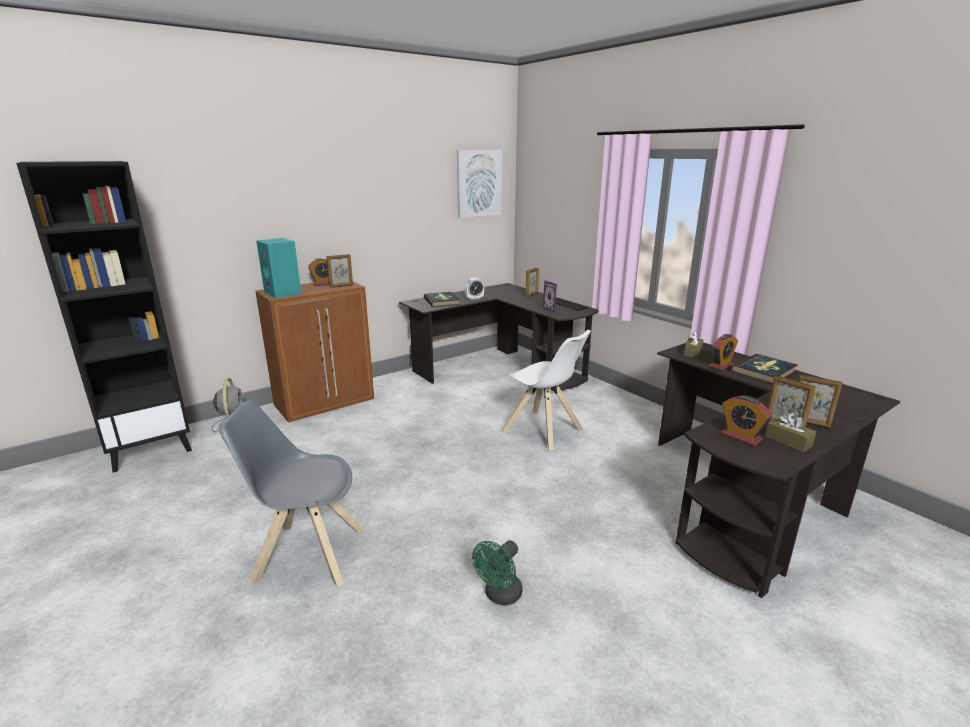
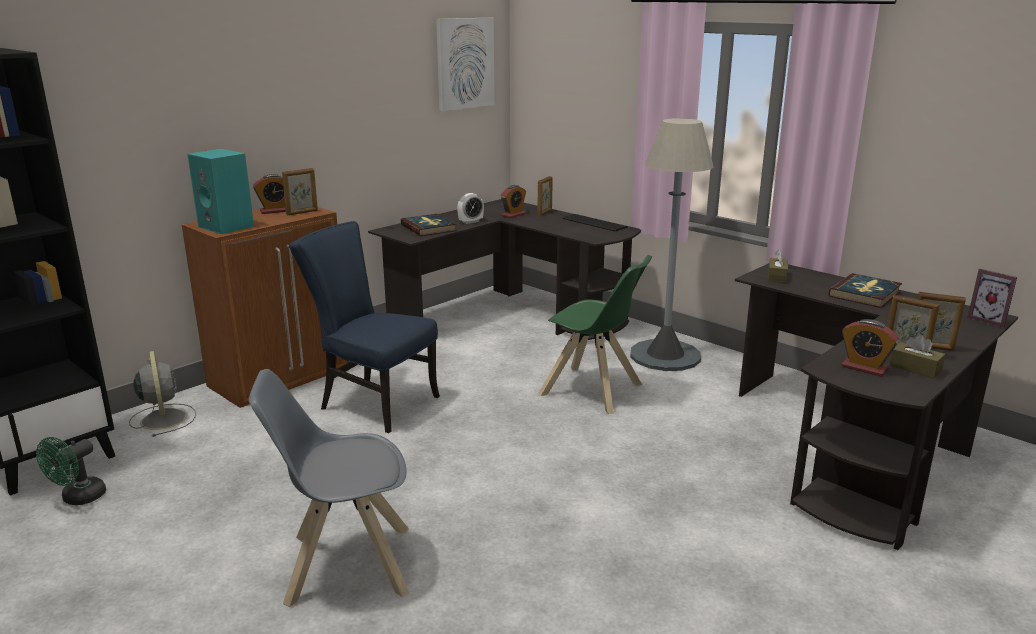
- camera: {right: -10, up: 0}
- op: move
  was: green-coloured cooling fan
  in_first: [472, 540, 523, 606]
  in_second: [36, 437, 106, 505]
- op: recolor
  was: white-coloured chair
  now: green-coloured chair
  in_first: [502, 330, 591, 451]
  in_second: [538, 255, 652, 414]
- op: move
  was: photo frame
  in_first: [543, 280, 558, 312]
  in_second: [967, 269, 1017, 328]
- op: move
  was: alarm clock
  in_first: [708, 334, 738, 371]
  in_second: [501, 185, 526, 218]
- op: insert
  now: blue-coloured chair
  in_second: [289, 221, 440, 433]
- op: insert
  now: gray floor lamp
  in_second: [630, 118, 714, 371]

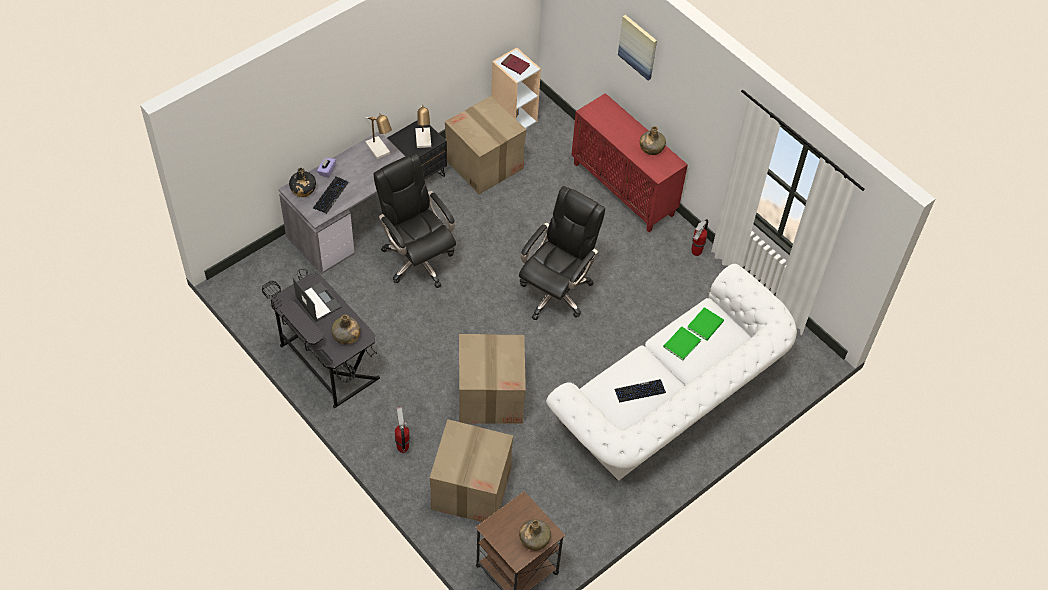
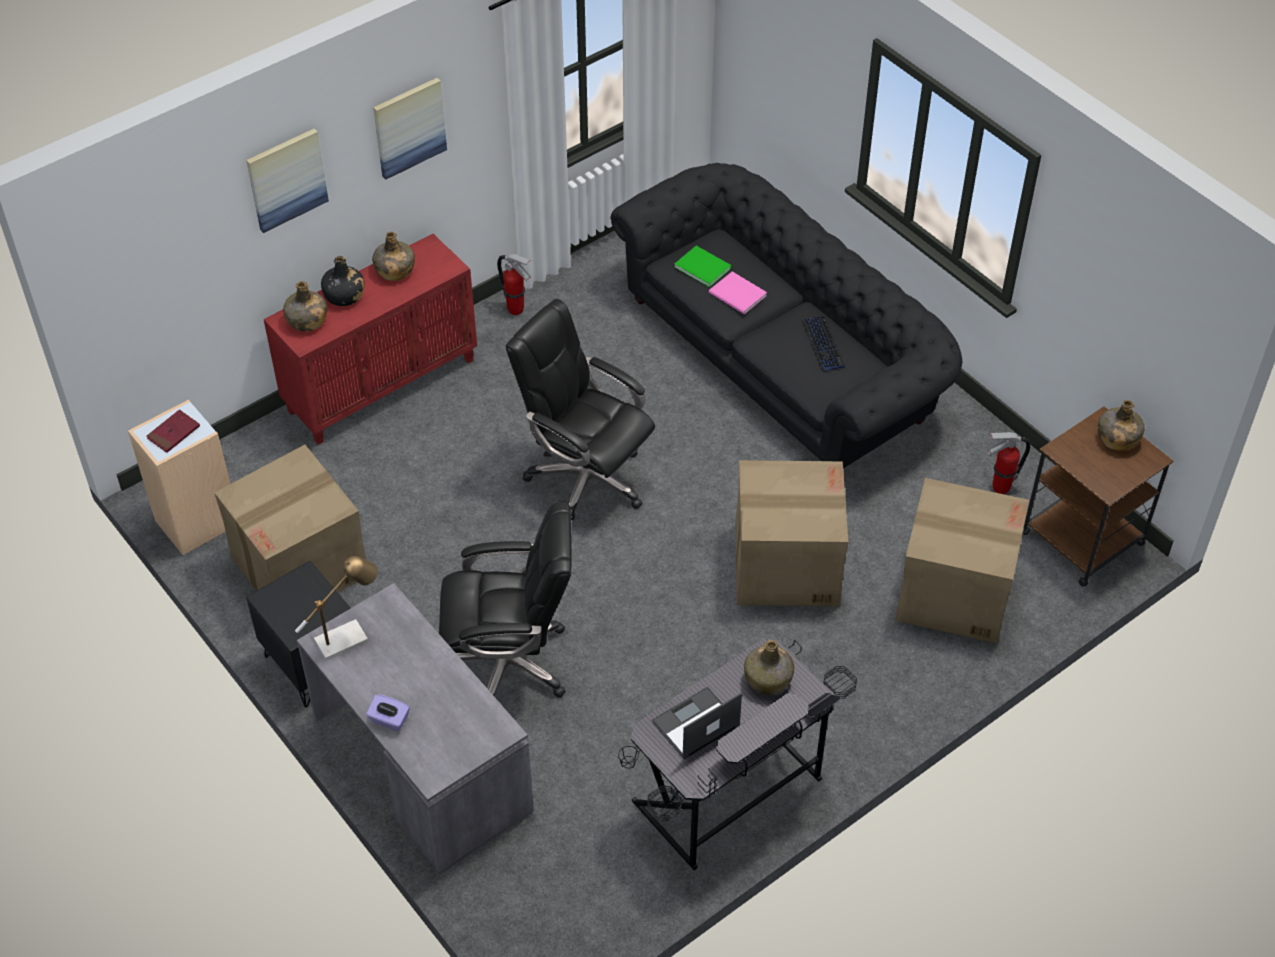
- camera: {right: -85, up: -5}
- op: move
  was: blackish beverage bottle
  in_first: [289, 168, 316, 197]
  in_second: [321, 256, 365, 306]
- op: delete
  was: computer keyboard
  in_first: [313, 176, 349, 214]
- op: rotate
  was: blackish desk chair
  in_first: [373, 153, 456, 288]
  in_second: [439, 502, 572, 698]
  clockwise: -150
- op: move
  was: fire-fighting cylinder
  in_first: [395, 407, 410, 453]
  in_second: [988, 432, 1030, 494]
- op: delete
  was: lamp for a table
  in_first: [415, 105, 431, 148]
- op: recolor
  was: white-coloured couch
  now: blackish couch
  in_first: [546, 264, 797, 480]
  in_second: [610, 163, 962, 468]
- op: recolor
  was: green-coloured volume
  now: pink volume
  in_first: [663, 327, 701, 361]
  in_second: [709, 271, 767, 314]
- op: insert
  now: green-coloured beverage bottle
  in_second: [283, 281, 327, 332]
- op: insert
  now: wall picture
  in_second: [373, 78, 447, 179]

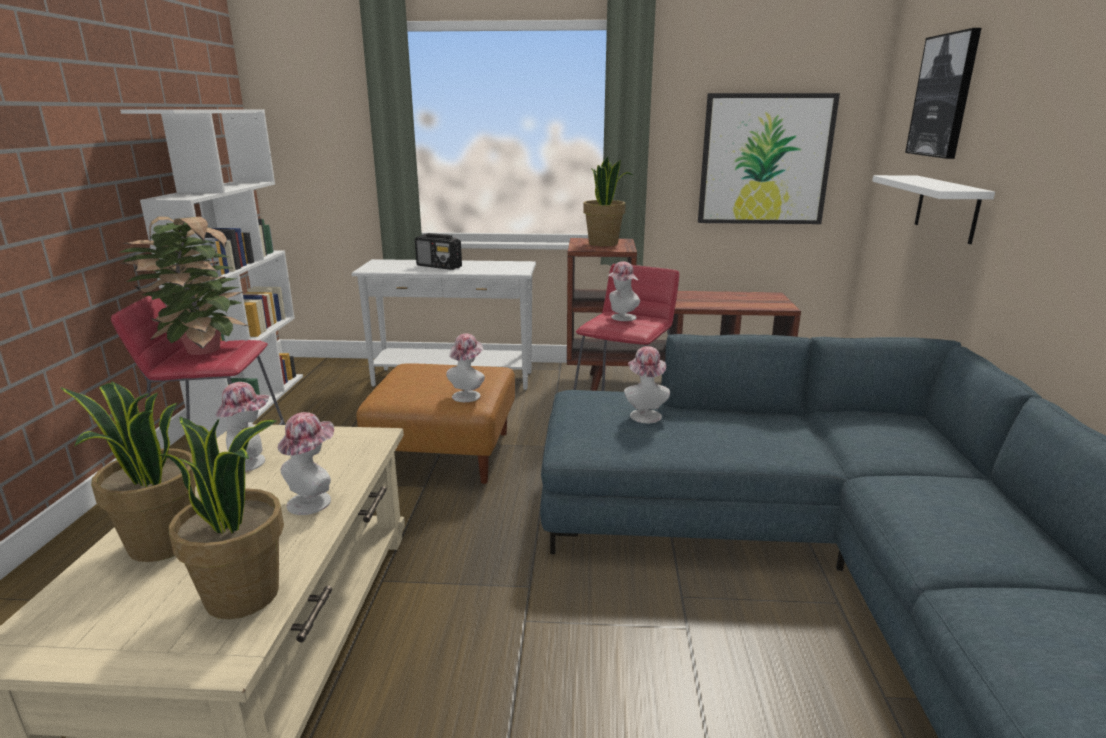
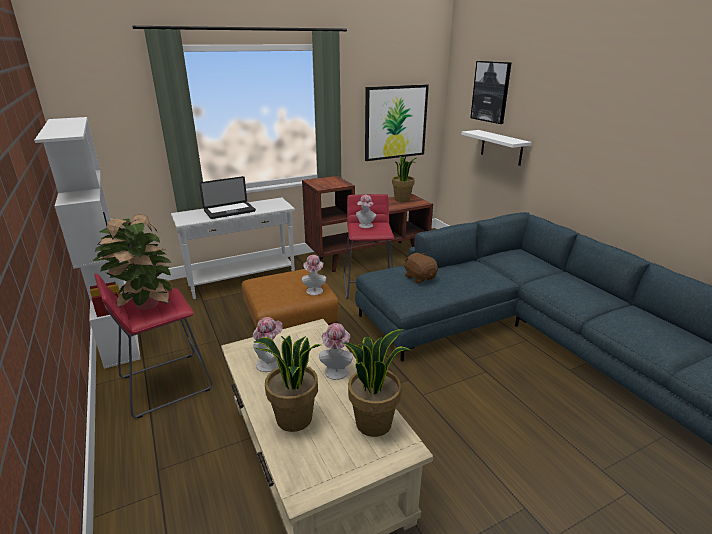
- camera: {right: -30, up: 5}
- op: replace
  was: radio set
  now: laptop
  in_first: [415, 233, 462, 270]
  in_second: [199, 176, 256, 219]
- op: move
  was: potted plant
  in_first: [583, 157, 632, 246]
  in_second: [392, 156, 417, 202]
- op: replace
  was: wearable hat
  now: brownish plush toy
  in_first: [624, 346, 670, 423]
  in_second: [404, 253, 438, 283]

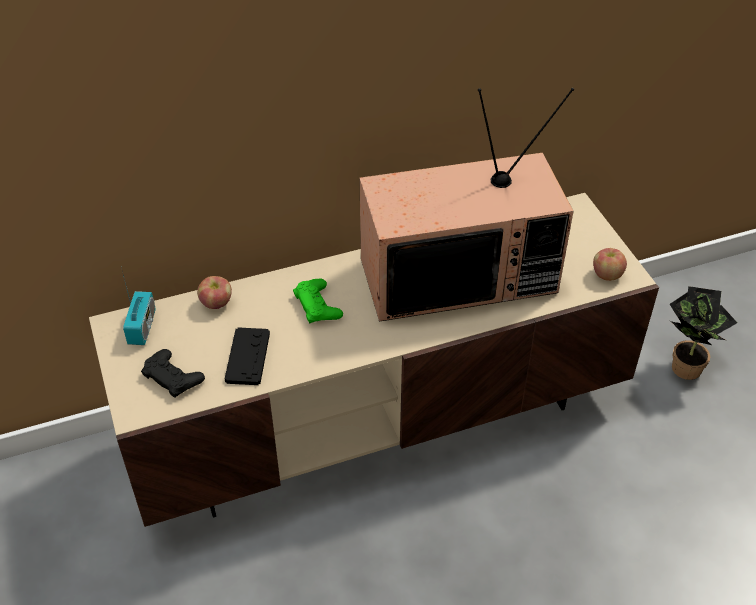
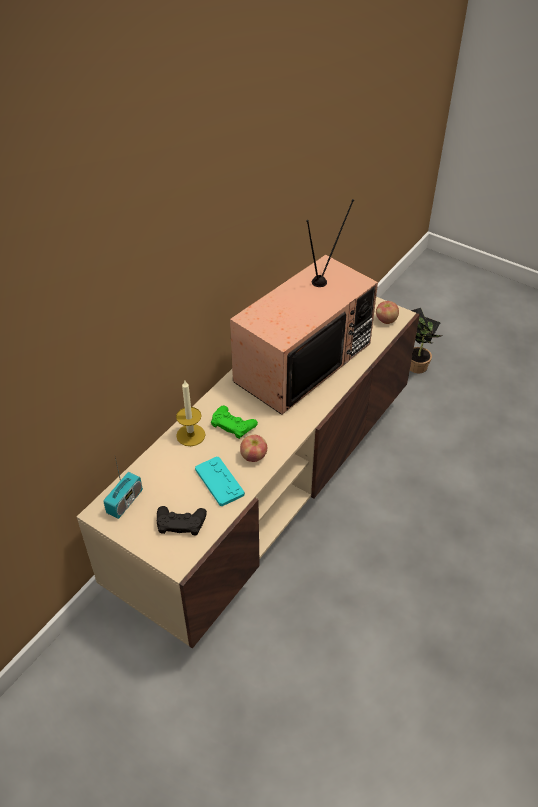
- camera: {right: -35, up: 0}
- op: rotate
  was: radio set
  in_first: [122, 271, 156, 345]
  in_second: [103, 453, 143, 519]
  clockwise: 60
- op: move
  was: apple
  in_first: [197, 276, 232, 309]
  in_second: [240, 435, 267, 462]
- op: recolor
  was: blackish game controller
  now: turquoise game controller
  in_first: [225, 327, 270, 385]
  in_second: [195, 456, 245, 506]
- op: insert
  now: wax light
  in_second: [176, 381, 205, 446]

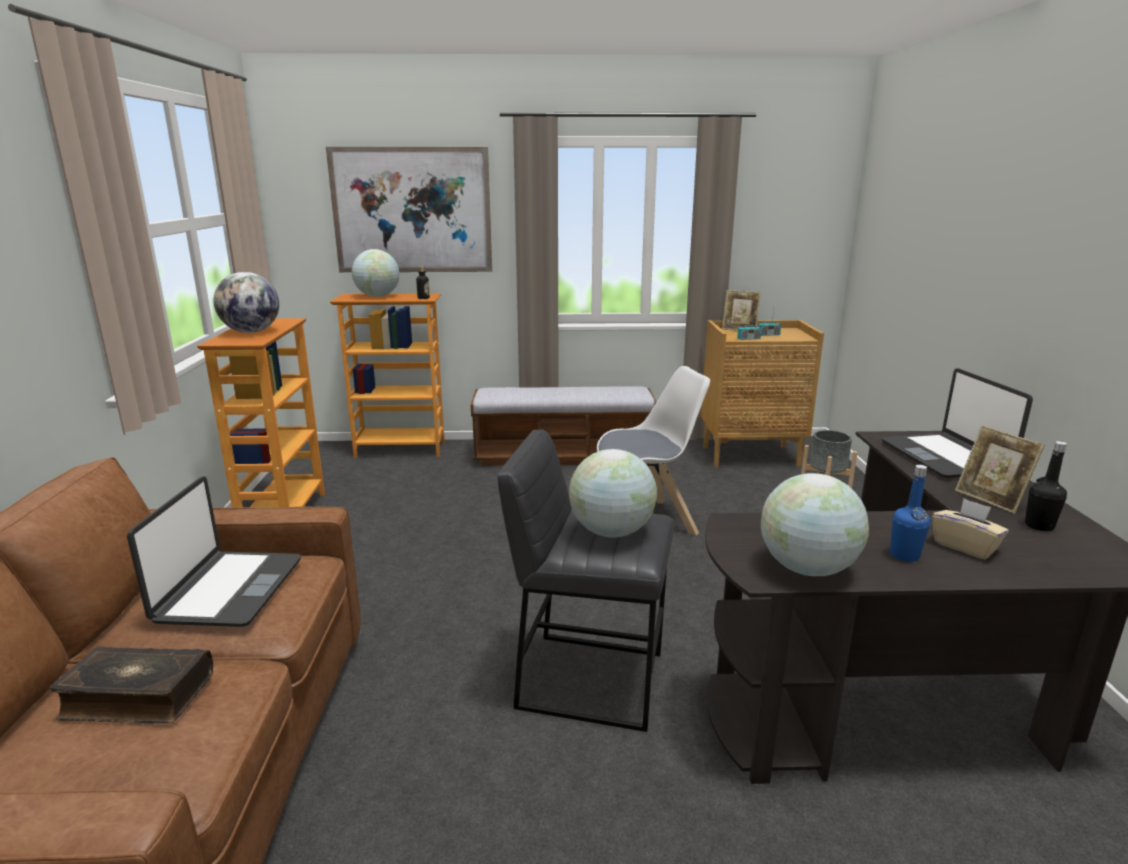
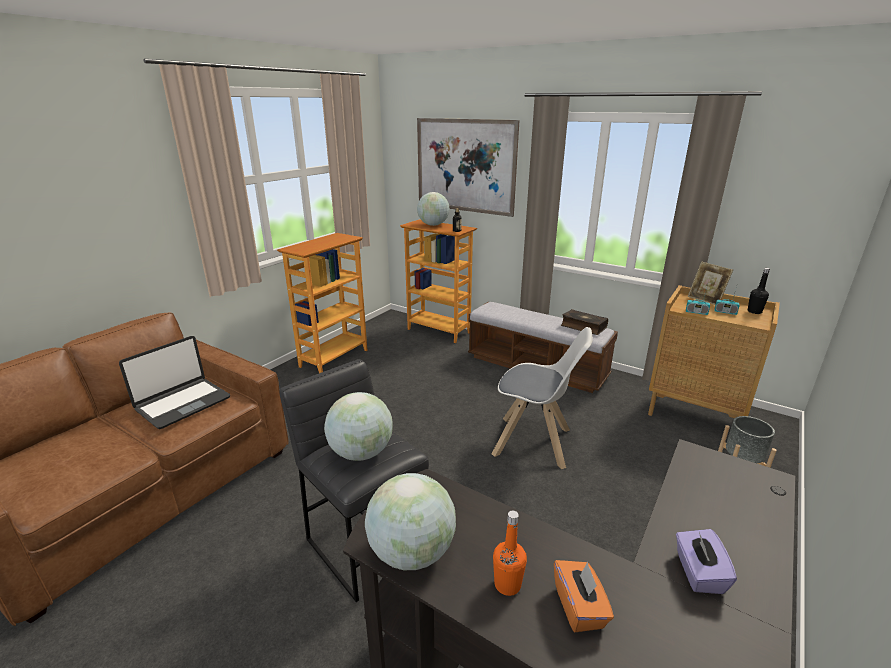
- camera: {right: 35, up: 5}
- op: move
  was: volume
  in_first: [50, 646, 213, 723]
  in_second: [561, 309, 608, 335]
- op: delete
  was: world globe
  in_first: [214, 272, 279, 333]
- op: delete
  was: laptop
  in_first: [882, 368, 1033, 478]
- op: recolor
  was: blue-coloured beverage bottle
  now: orangey beverage bottle
  in_first: [890, 465, 930, 562]
  in_second: [493, 511, 527, 596]
- op: recolor
  was: beige-coloured tissue box
  now: orangey tissue box
  in_first: [932, 499, 1009, 560]
  in_second: [554, 560, 614, 632]
- op: replace
  was: photo frame
  now: purple-coloured tissue box
  in_first: [955, 425, 1045, 514]
  in_second: [676, 529, 737, 594]
- op: move
  was: blackish beverage bottle
  in_first: [1025, 441, 1067, 531]
  in_second: [748, 268, 770, 314]

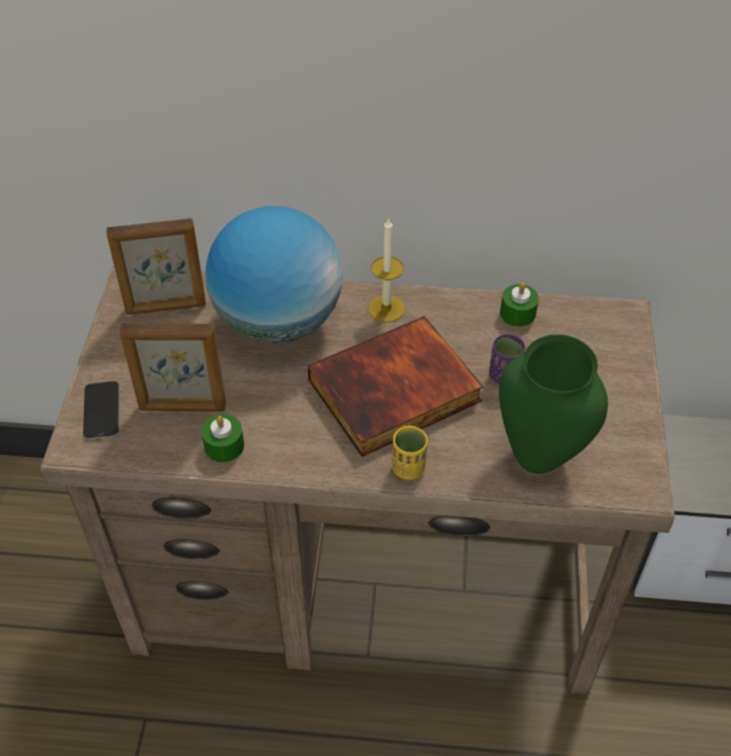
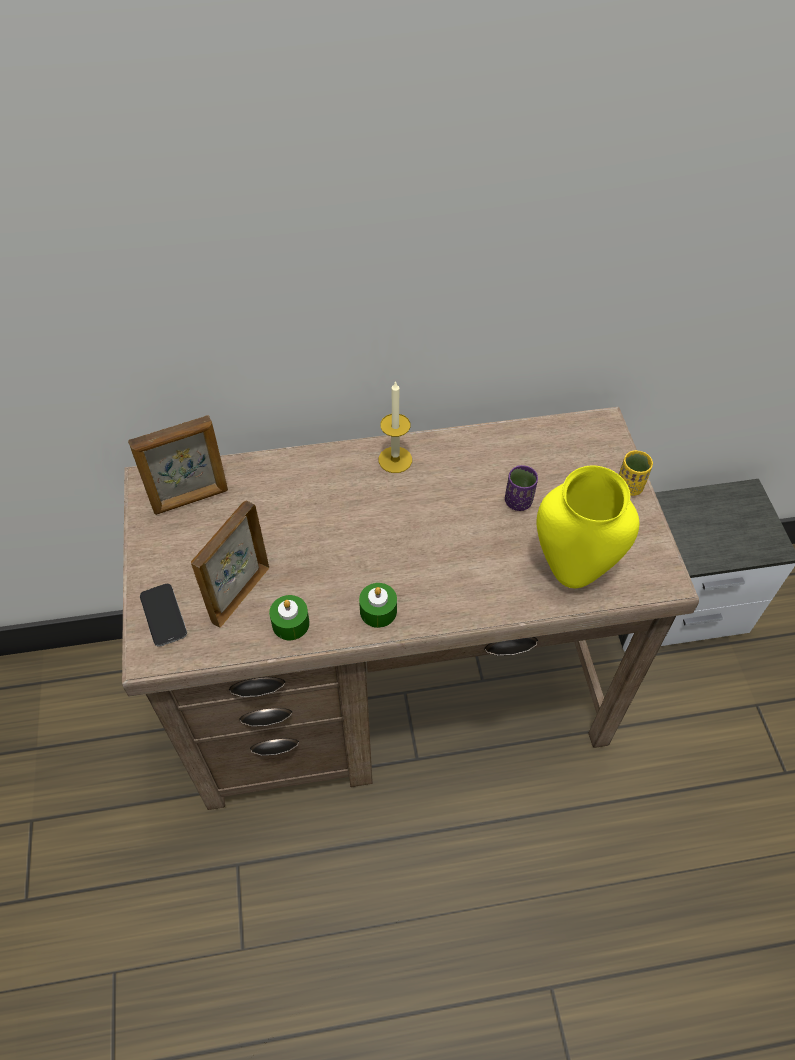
- camera: {right: -15, up: 5}
- op: rotate
  was: photo frame
  in_first: [119, 323, 226, 411]
  in_second: [191, 500, 269, 628]
  clockwise: 135
- op: delete
  was: world globe
  in_first: [205, 206, 343, 343]
- op: delete
  was: volume
  in_first: [308, 316, 483, 457]
- op: move
  was: yellowish small cup
  in_first: [392, 426, 428, 480]
  in_second: [619, 450, 653, 496]
- op: recolor
  was: green-coloured decorative vase
  now: yellowish decorative vase
  in_first: [499, 334, 608, 474]
  in_second: [536, 466, 639, 588]
- op: move
  was: green-coloured wax light
  in_first: [500, 282, 539, 327]
  in_second: [359, 583, 397, 628]

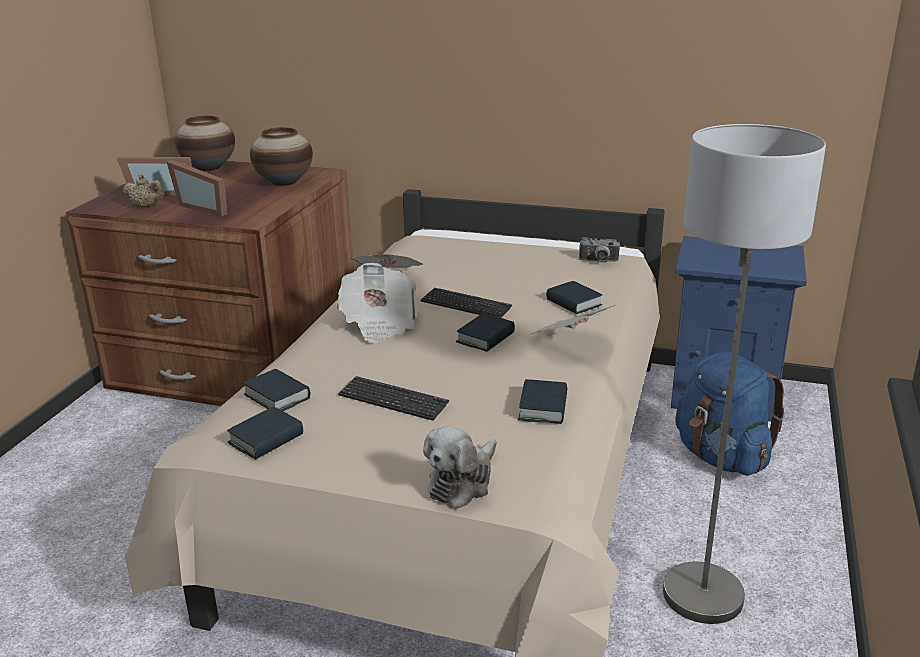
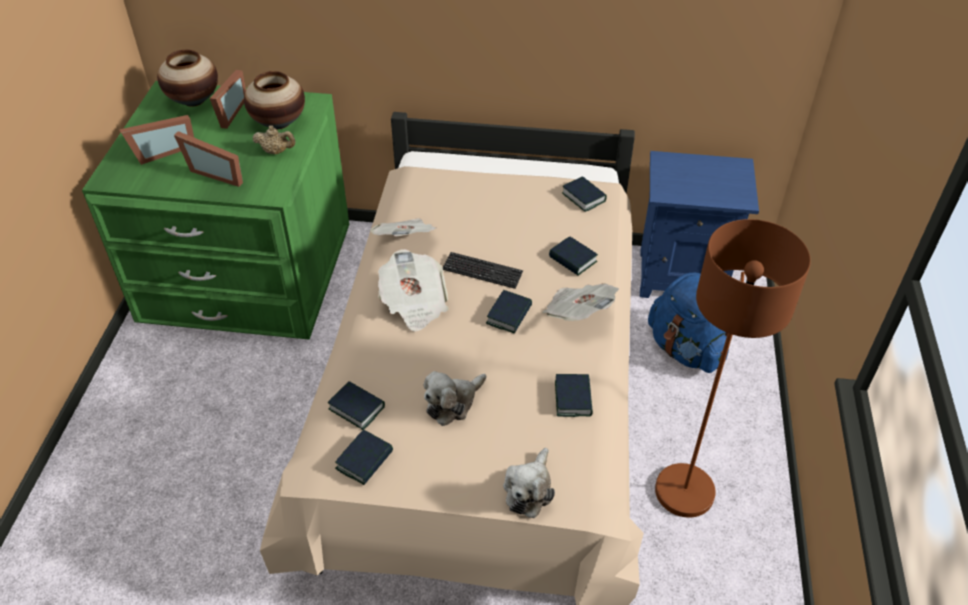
- camera: {right: -10, up: 20}
- op: recolor
  was: brownish chest of drawers
  now: green-coloured chest of drawers
  in_first: [66, 161, 354, 406]
  in_second: [82, 81, 349, 340]
- op: move
  was: beige-coloured pot for tea
  in_first: [123, 174, 164, 208]
  in_second: [252, 126, 295, 154]
- op: replace
  was: computer keyboard
  now: plush toy
  in_first: [338, 376, 449, 421]
  in_second: [423, 371, 487, 426]
- op: replace
  was: still camera
  now: volume
  in_first: [579, 237, 620, 262]
  in_second: [562, 176, 607, 212]
- op: recolor
  was: gray floor lamp
  now: brownish floor lamp
  in_first: [663, 124, 826, 624]
  in_second: [655, 219, 811, 518]
- op: insert
  now: photo frame
  in_second: [210, 70, 246, 129]

